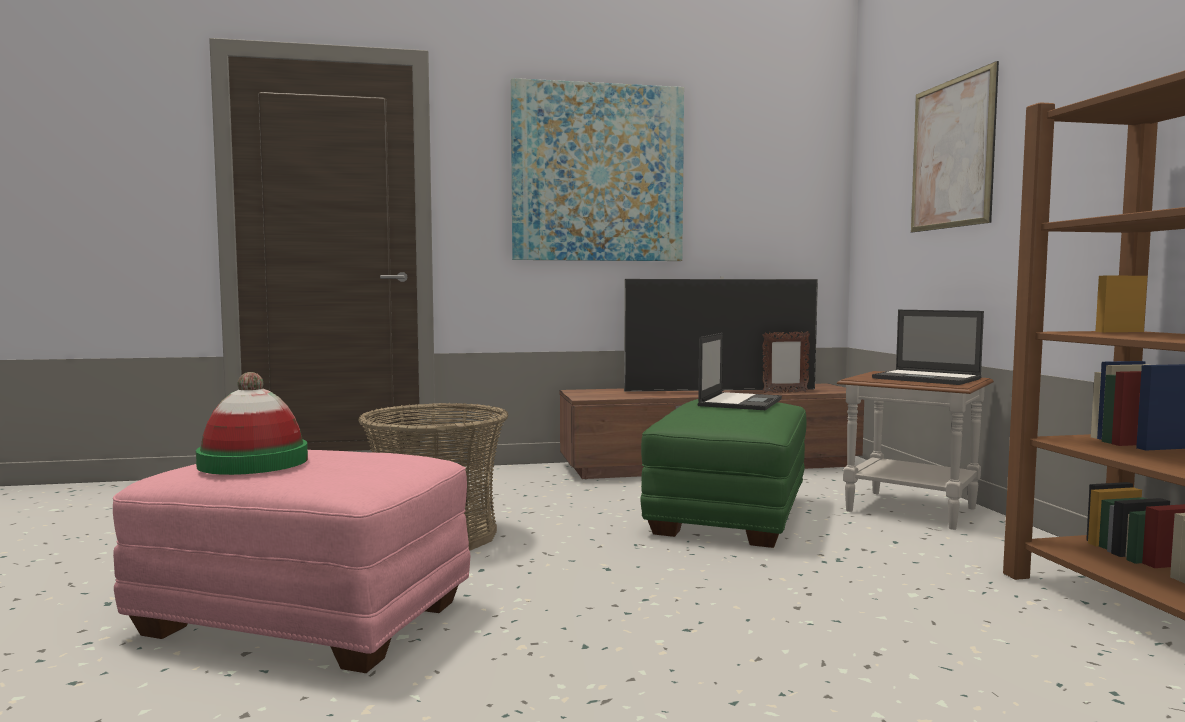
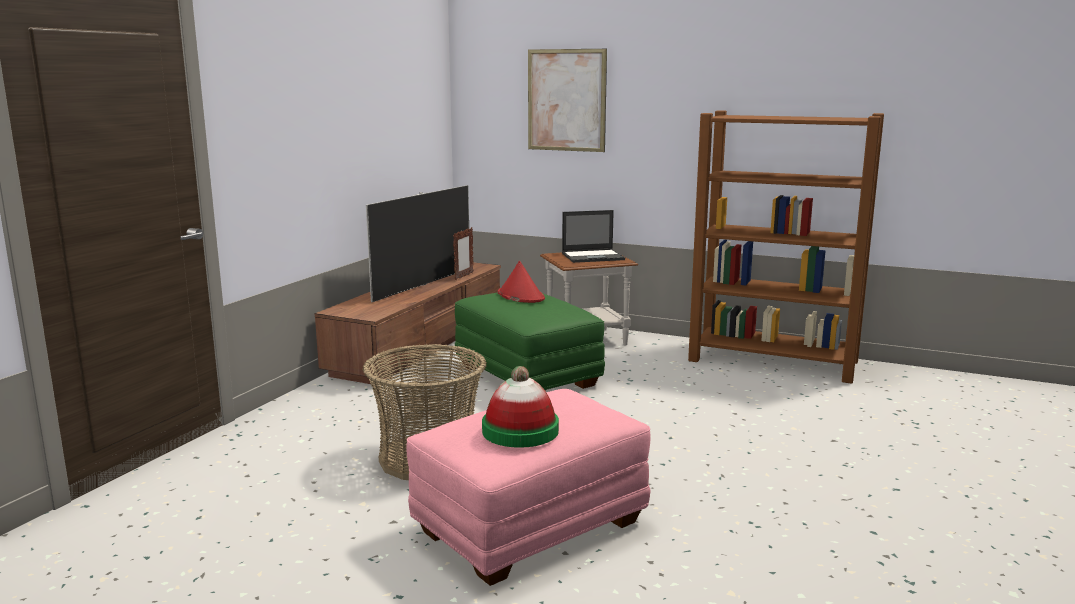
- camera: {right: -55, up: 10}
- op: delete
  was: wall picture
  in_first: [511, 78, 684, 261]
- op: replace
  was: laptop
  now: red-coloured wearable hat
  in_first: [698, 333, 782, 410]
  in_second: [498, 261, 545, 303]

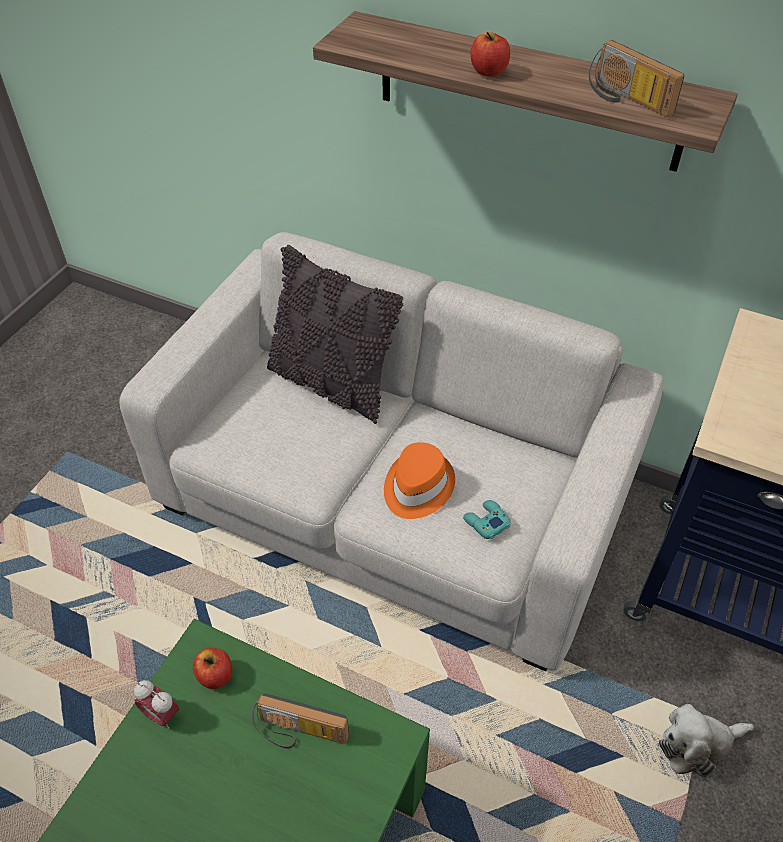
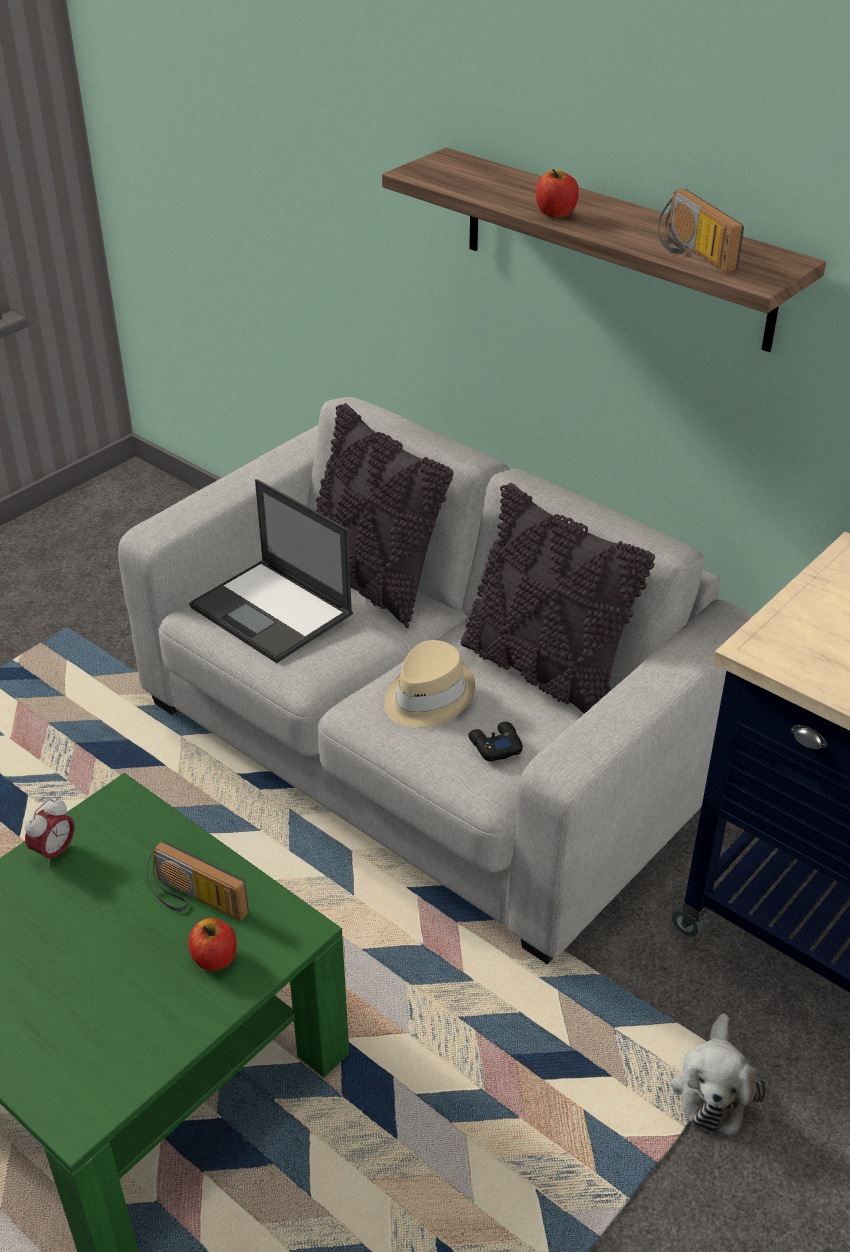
- camera: {right: 15, up: -10}
- op: rotate
  was: alarm clock
  in_first: [134, 680, 179, 729]
  in_second: [25, 797, 75, 867]
  clockwise: -105
- op: move
  was: apple
  in_first: [193, 648, 232, 689]
  in_second: [188, 918, 237, 971]
- op: recolor
  was: orangey wearable hat
  now: beige-coloured wearable hat
  in_first: [384, 442, 455, 519]
  in_second: [384, 640, 475, 727]
- op: recolor
  was: turquoise game controller
  now: blackish game controller
  in_first: [463, 500, 511, 540]
  in_second: [468, 722, 523, 762]
- op: rotate
  was: plush toy
  in_first: [659, 704, 754, 777]
  in_second: [670, 1013, 766, 1135]
  clockwise: -75
- op: insert
  now: laptop
  in_second: [189, 479, 353, 663]
- op: insert
  now: blackish throw pillow
  in_second: [460, 483, 655, 714]

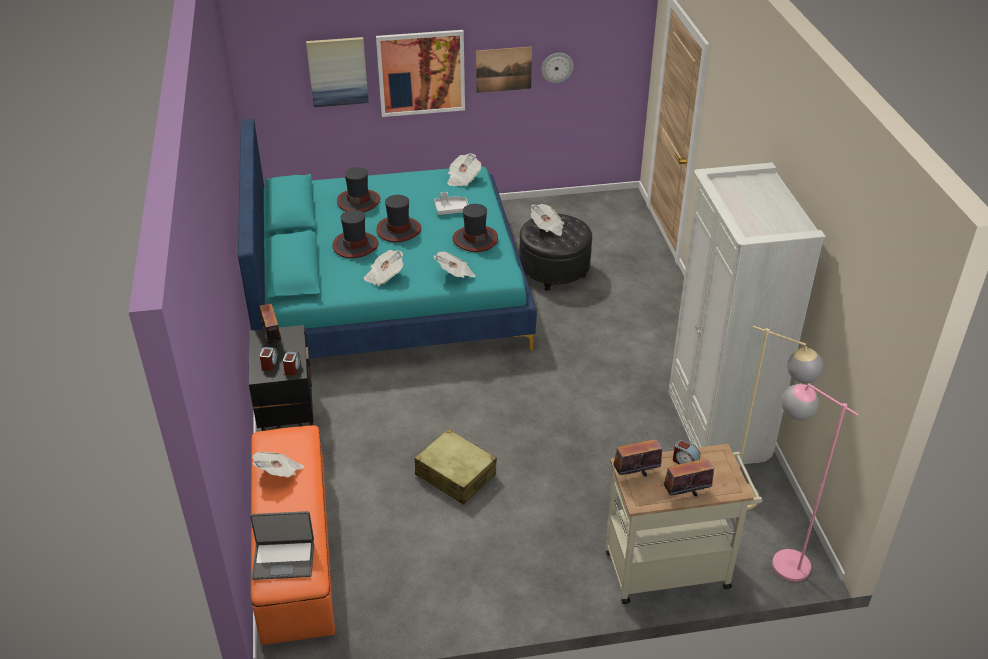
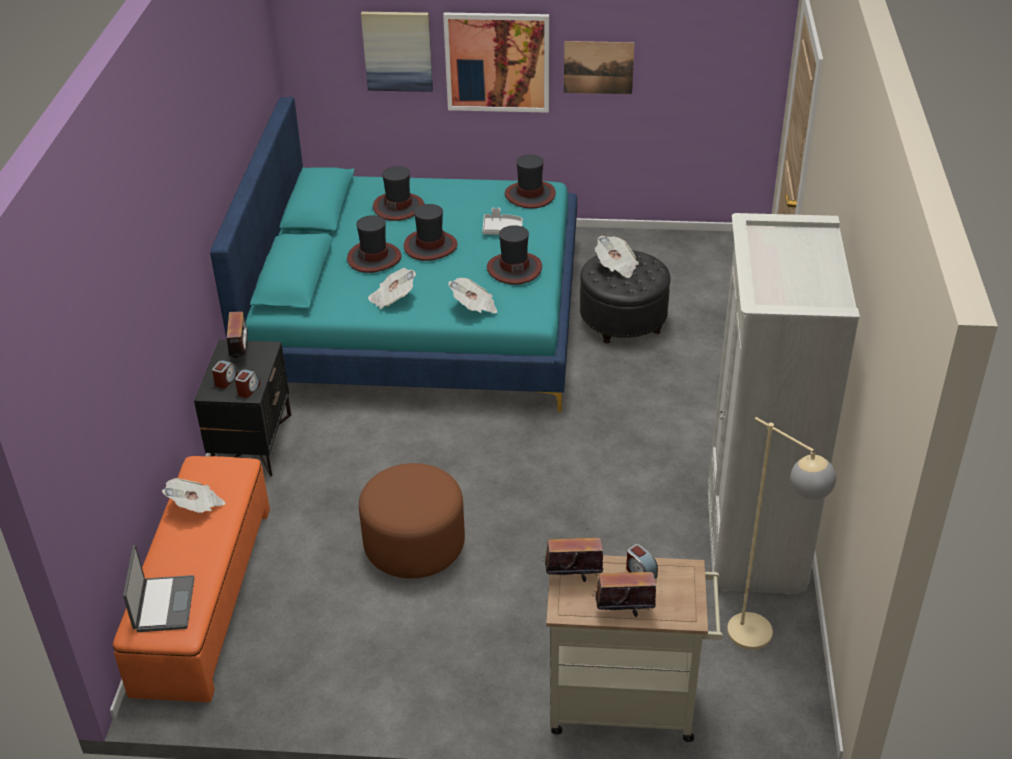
- camera: {right: 15, up: 0}
- op: rotate
  was: laptop
  in_first: [250, 511, 314, 580]
  in_second: [123, 545, 195, 632]
  clockwise: -105
- op: replace
  was: beige-coloured piece of luggage
  now: brownish footrest
  in_first: [415, 429, 497, 505]
  in_second: [359, 463, 465, 579]
- op: replace
  was: daily paper
  now: wearable hat
  in_first: [447, 153, 481, 187]
  in_second: [505, 155, 556, 208]
- op: delete
  was: hanging clock
  in_first: [541, 53, 574, 83]
- op: delete
  was: pink floor lamp
  in_first: [772, 383, 859, 581]

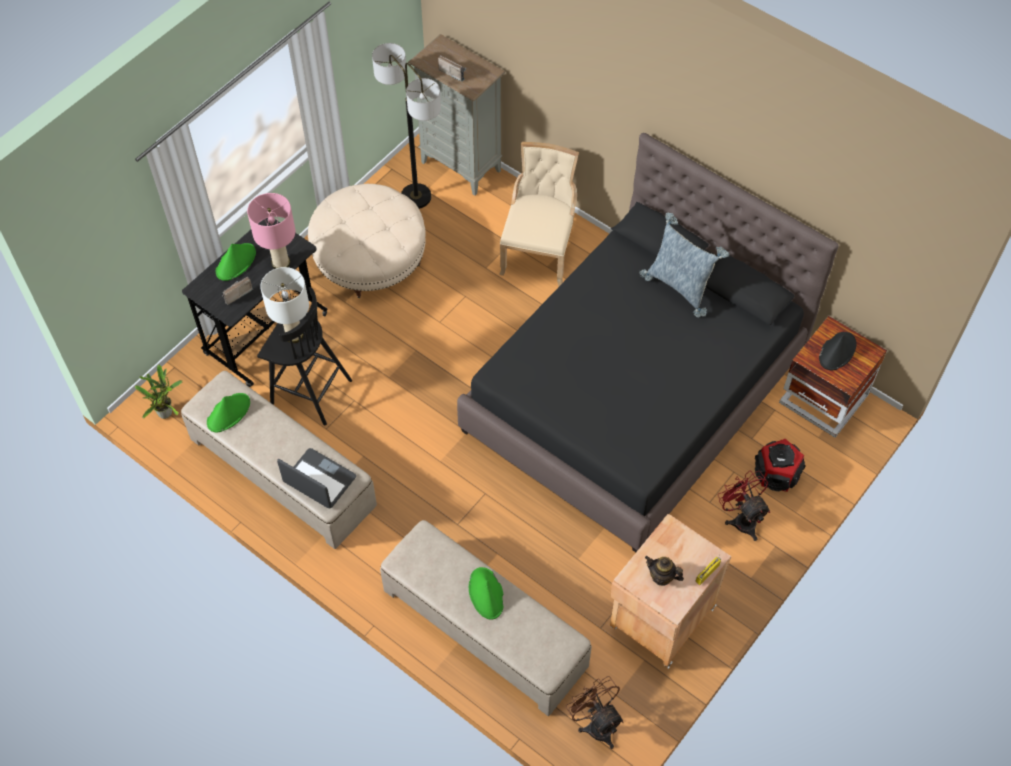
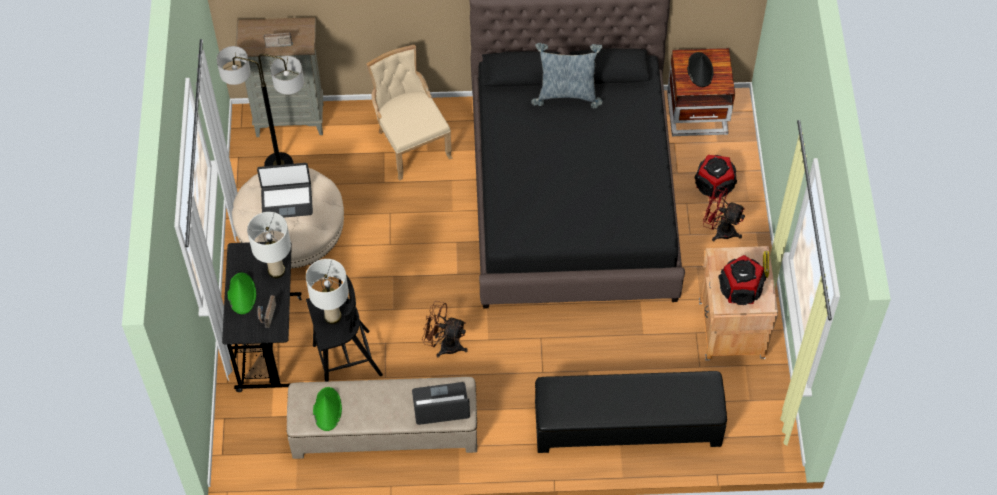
- camera: {right: -40, up: 0}
- op: delete
  was: potted plant
  in_first: [135, 365, 183, 419]
- op: recolor
  was: pink lamp for a table
  now: white-coloured lamp for a table
  in_first: [247, 193, 296, 269]
  in_second: [247, 212, 291, 278]
- op: recolor
  was: beige-coloured indoor bench
  now: blackish indoor bench
  in_first: [380, 520, 592, 716]
  in_second: [535, 371, 727, 453]
- op: delete
  was: green-coloured wearable hat
  in_first: [469, 567, 504, 620]
- op: move
  was: brownish cooling fan
  in_first: [566, 676, 624, 749]
  in_second: [422, 301, 468, 358]
- op: replace
  was: pot for tea
  now: loudspeaker
  in_first: [645, 556, 684, 586]
  in_second: [719, 255, 766, 305]
- op: insert
  now: laptop
  in_second: [257, 163, 313, 218]

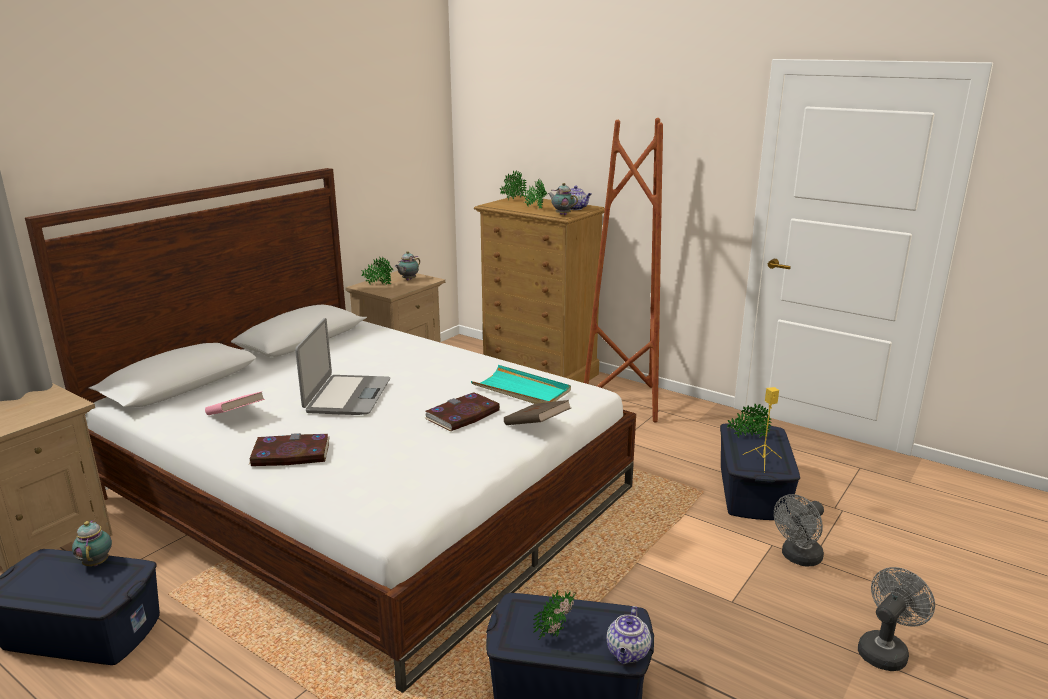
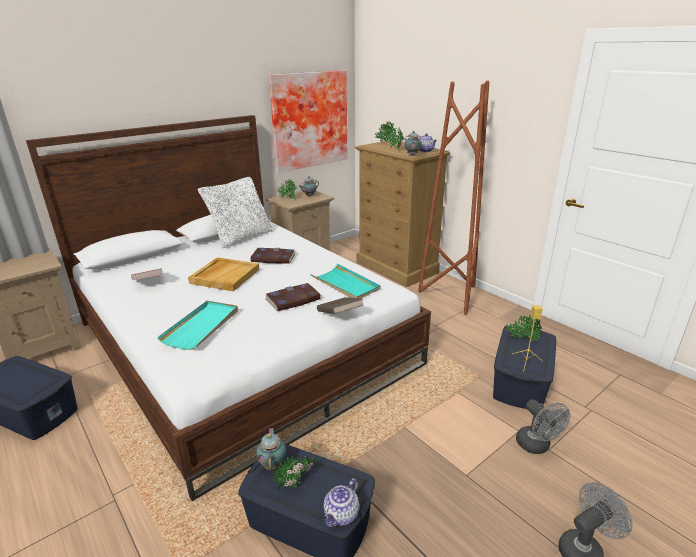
- camera: {right: 15, up: 5}
- op: move
  was: pot for tea
  in_first: [72, 520, 112, 566]
  in_second: [256, 428, 286, 470]
- op: move
  was: volume
  in_first: [249, 433, 330, 466]
  in_second: [250, 248, 296, 264]
- op: replace
  was: laptop
  now: beige-coloured tray
  in_first: [295, 318, 390, 415]
  in_second: [188, 257, 259, 291]
- op: rotate
  was: gray cooling fan
  in_first: [774, 494, 824, 566]
  in_second: [516, 399, 570, 454]
  clockwise: -90
- op: insert
  now: turquoise tray
  in_second: [157, 301, 238, 350]
- op: insert
  now: white-coloured throw pillow
  in_second: [198, 177, 272, 248]
- op: insert
  now: wall picture
  in_second: [269, 70, 347, 173]

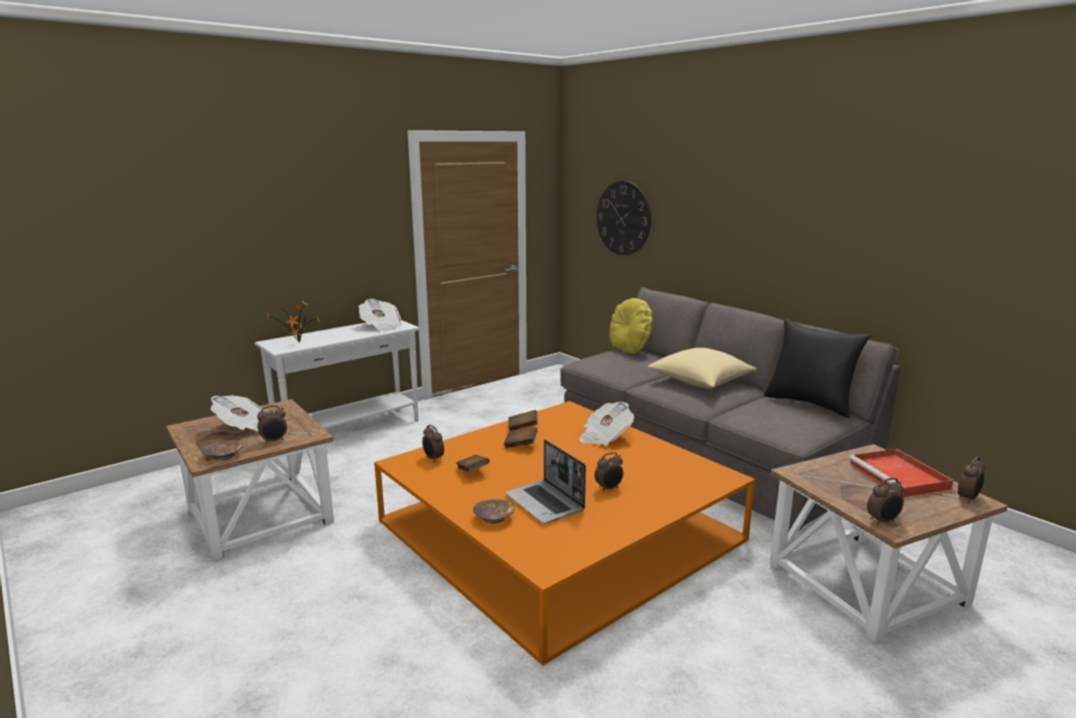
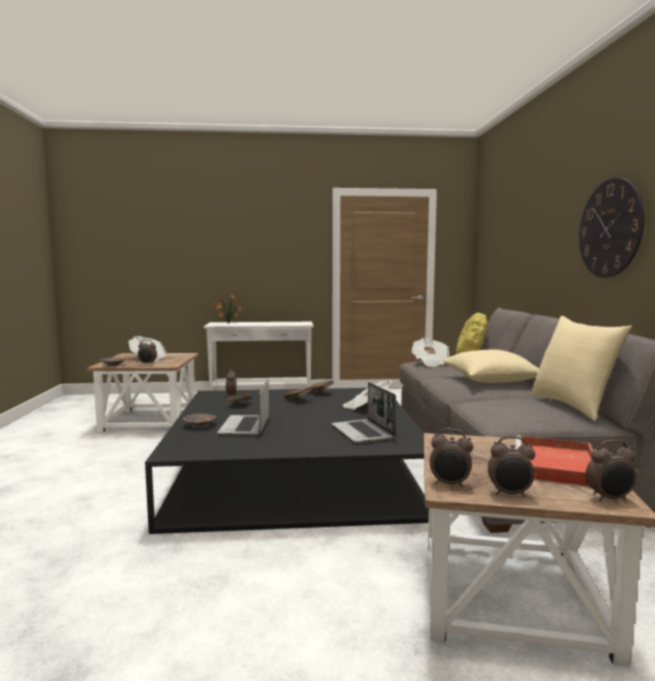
- camera: {right: 35, up: -10}
- op: move
  was: daily paper
  in_first: [359, 299, 402, 332]
  in_second: [411, 338, 450, 367]
- op: recolor
  was: orangey coffee table
  now: blackish coffee table
  in_first: [374, 401, 755, 666]
  in_second: [145, 388, 429, 534]
- op: move
  was: alarm clock
  in_first: [594, 452, 623, 492]
  in_second: [488, 436, 535, 497]
- op: move
  was: hanging clock
  in_first: [596, 181, 651, 255]
  in_second: [579, 178, 645, 278]
- op: recolor
  was: blackish throw pillow
  now: beige-coloured throw pillow
  in_first: [764, 318, 871, 418]
  in_second: [531, 316, 632, 421]
- op: insert
  now: laptop
  in_second: [331, 382, 396, 443]

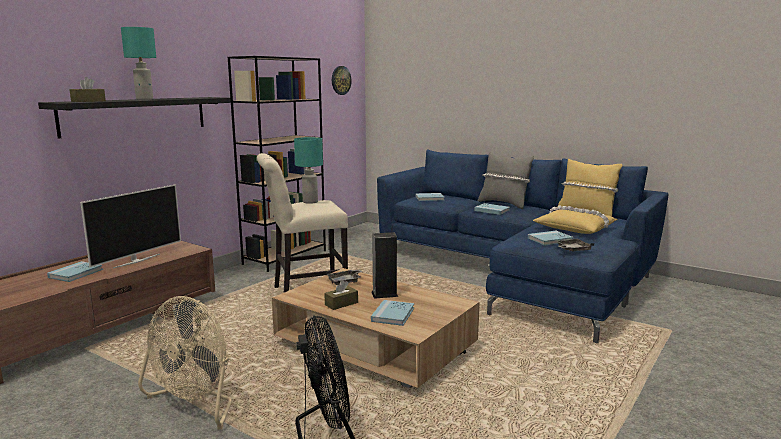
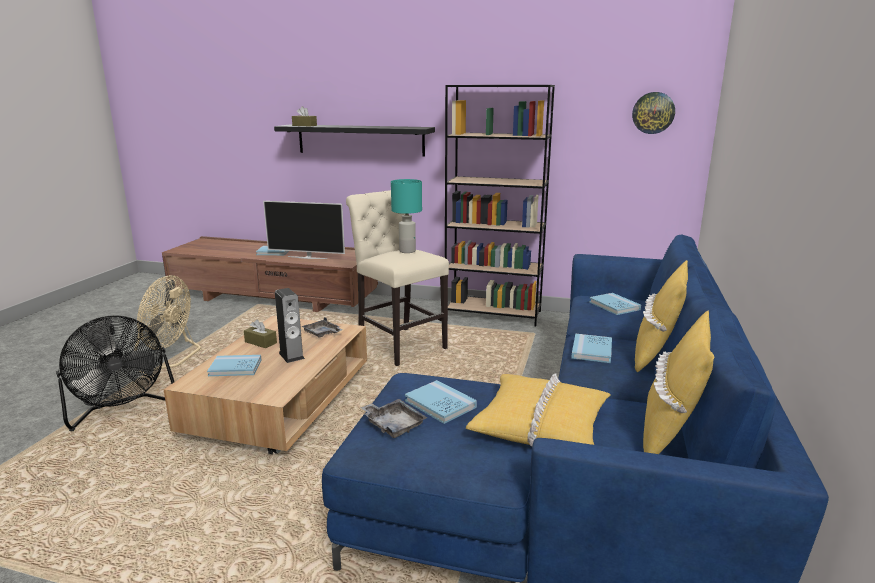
- camera: {right: 70, up: 5}
- op: delete
  was: turquoise lamp for a table
  in_first: [121, 27, 156, 100]
- op: recolor
  was: gray throw pillow
  now: yellowish throw pillow
  in_first: [478, 152, 534, 209]
  in_second: [635, 260, 688, 372]

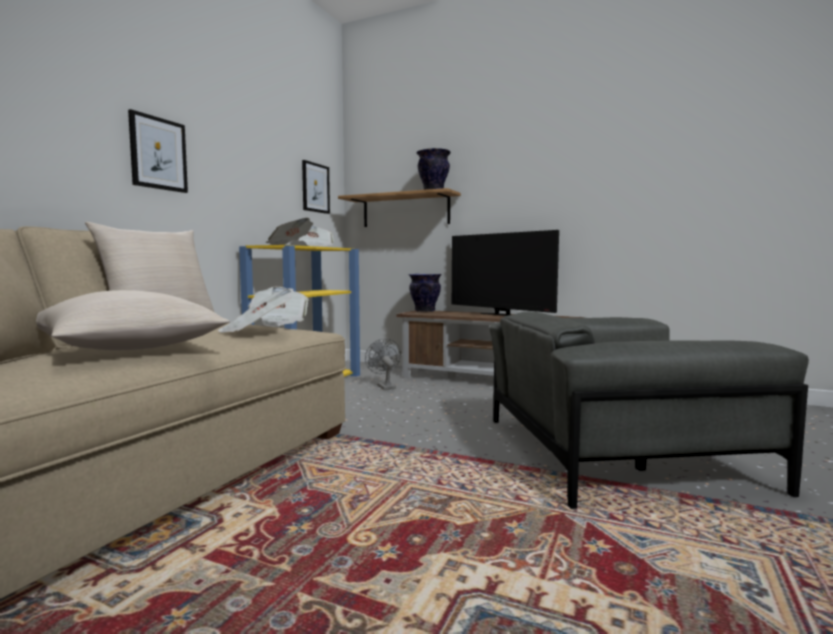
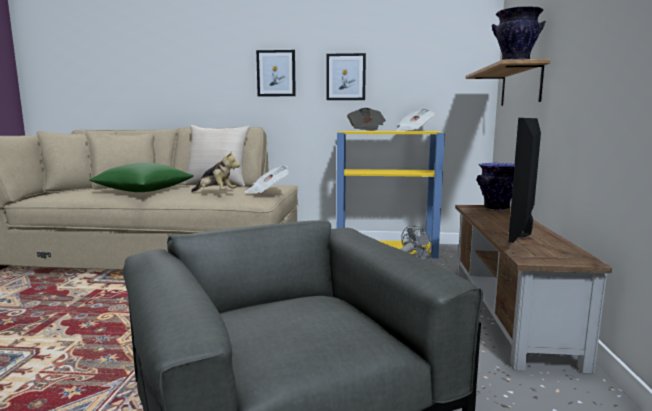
- camera: {right: 70, up: 5}
- op: recolor
  was: beige-coloured throw pillow
  now: green-coloured throw pillow
  in_first: [36, 290, 230, 350]
  in_second: [89, 163, 194, 192]
- op: replace
  was: daily paper
  now: plush toy
  in_first: [218, 288, 294, 333]
  in_second: [191, 151, 240, 192]
- op: move
  was: wall picture
  in_first: [302, 160, 330, 214]
  in_second: [326, 53, 366, 100]

